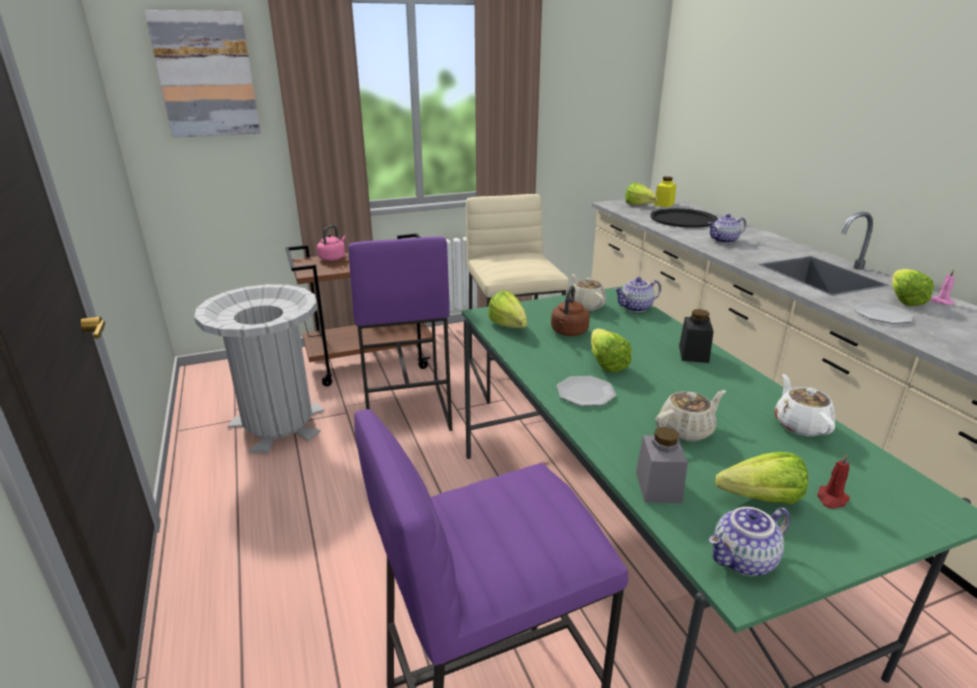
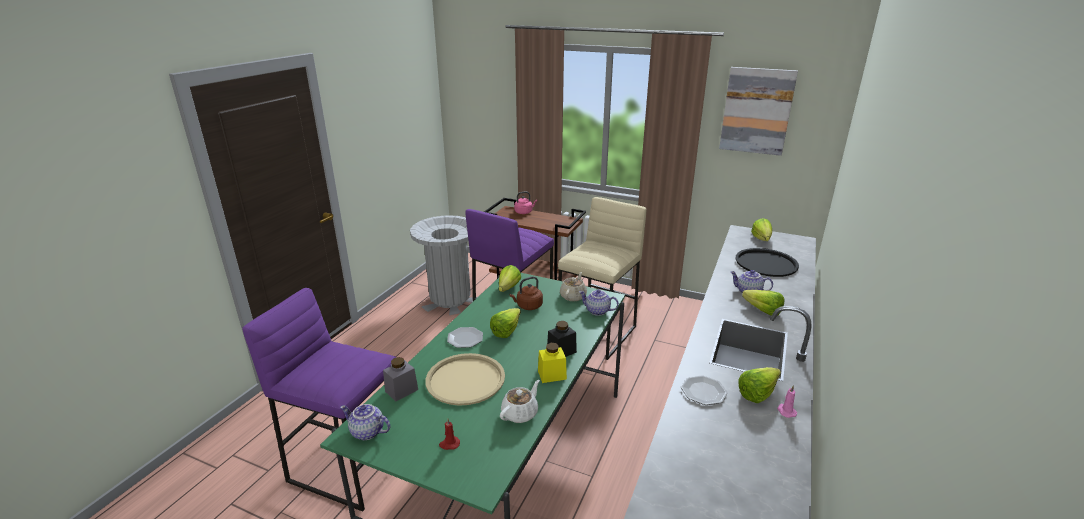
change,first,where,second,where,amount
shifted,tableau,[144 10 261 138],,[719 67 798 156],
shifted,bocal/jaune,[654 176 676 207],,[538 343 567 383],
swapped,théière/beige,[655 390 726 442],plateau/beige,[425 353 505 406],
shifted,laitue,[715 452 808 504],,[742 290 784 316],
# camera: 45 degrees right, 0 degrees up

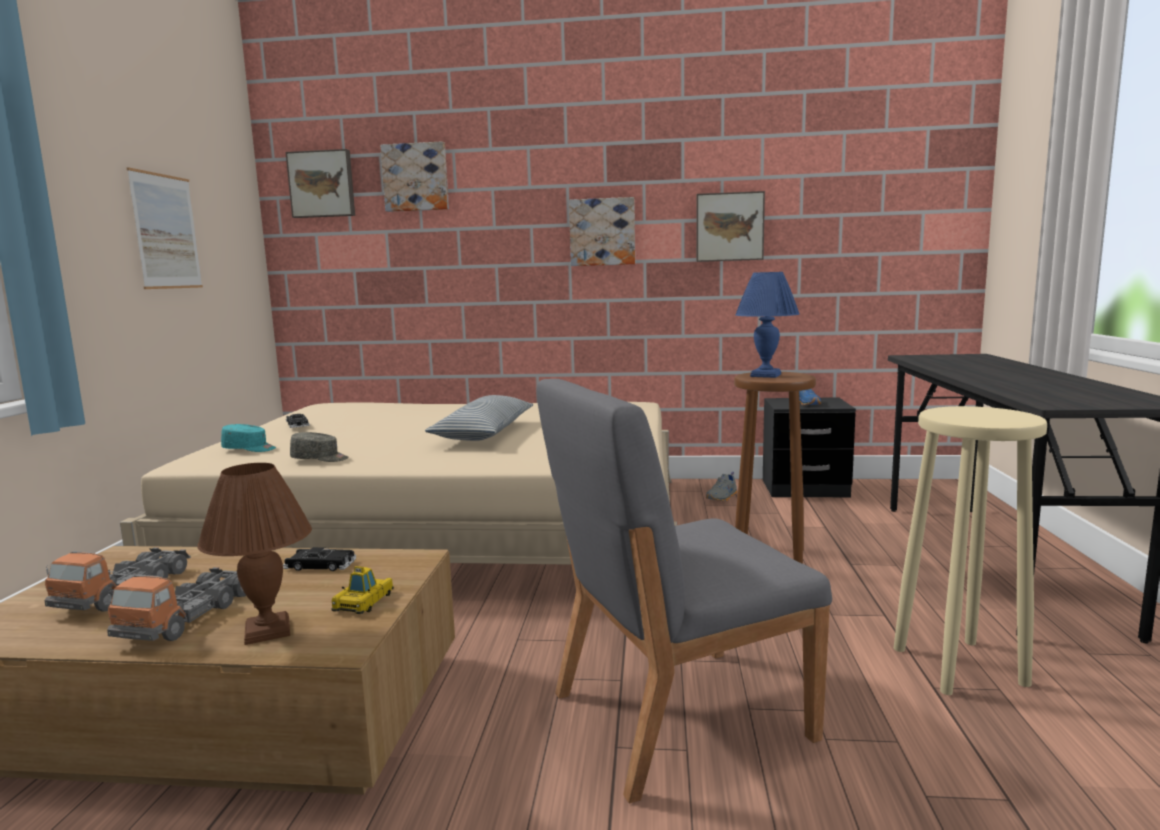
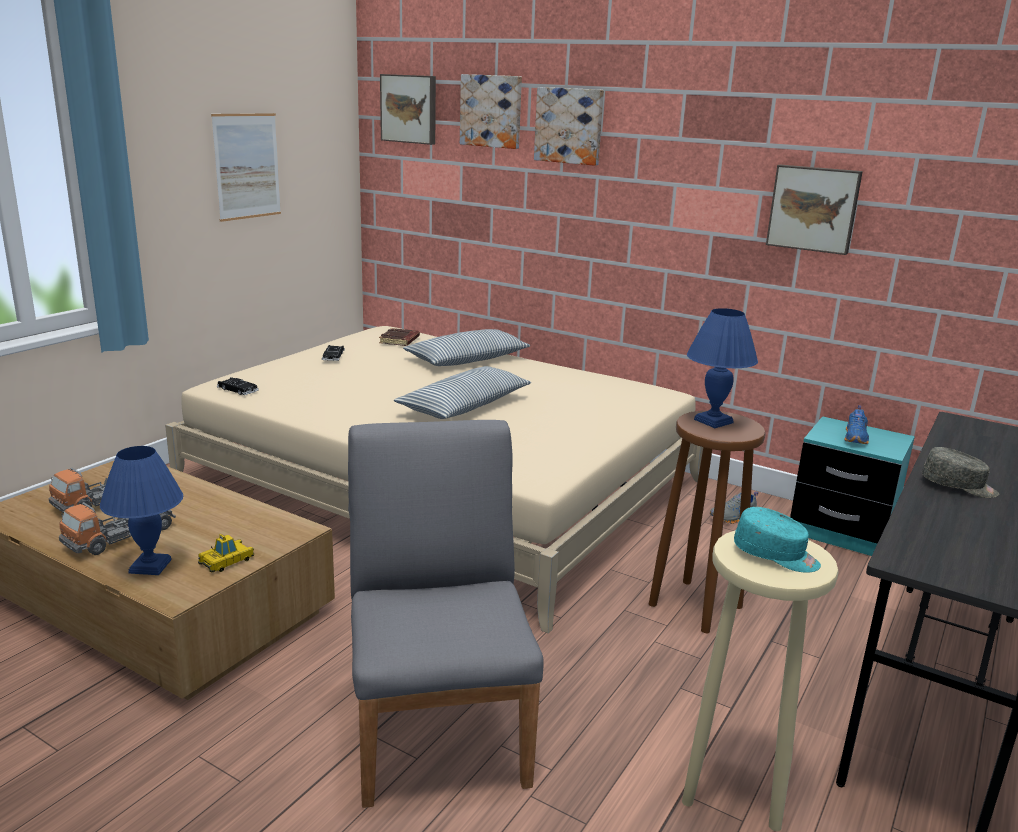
change,first,where,second,where,amount
repainted,lampe de table/marron,[197 463 312 645],lampe de table/bleu,[100 446 183 575],
shifted,casquette/turquoise,[221 424 276 452],,[734 507 821 573],
shifted,petite voiture/noir,[283 547 357 571],,[217 377 259 395],
shifted,casquette/gris,[290 432 348 462],,[922 447 999 498],
rotated,chaise/gris,[536 379 832 803],,[348 420 544 808],75 degrees clockwise
shifted,tableau,[569 197 635 266],,[534 87 604 166],
repainted,table de chevet/noir,[763 397 856 497],table de chevet/turquoise,[790 416 915 556],
new,,,livre/marron,[379 328 420 346],
new,,,coussin,[403 329 530 366],
# camera: 25 degrees right, 10 degrees up

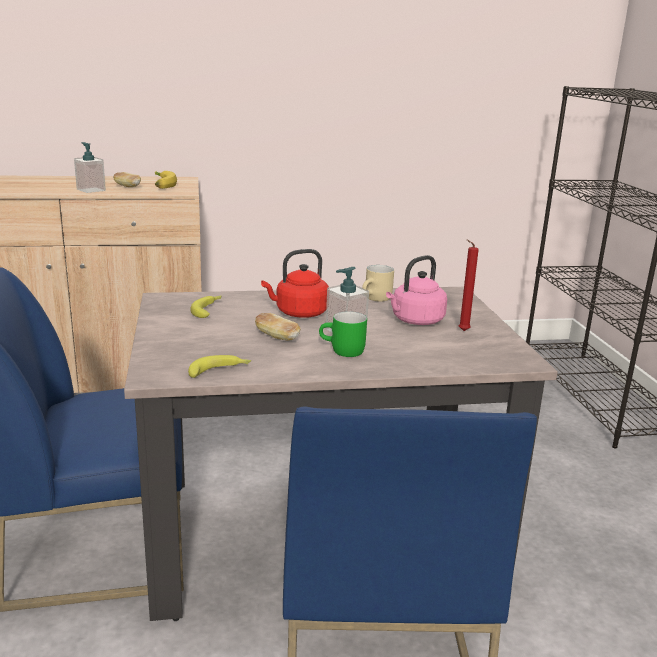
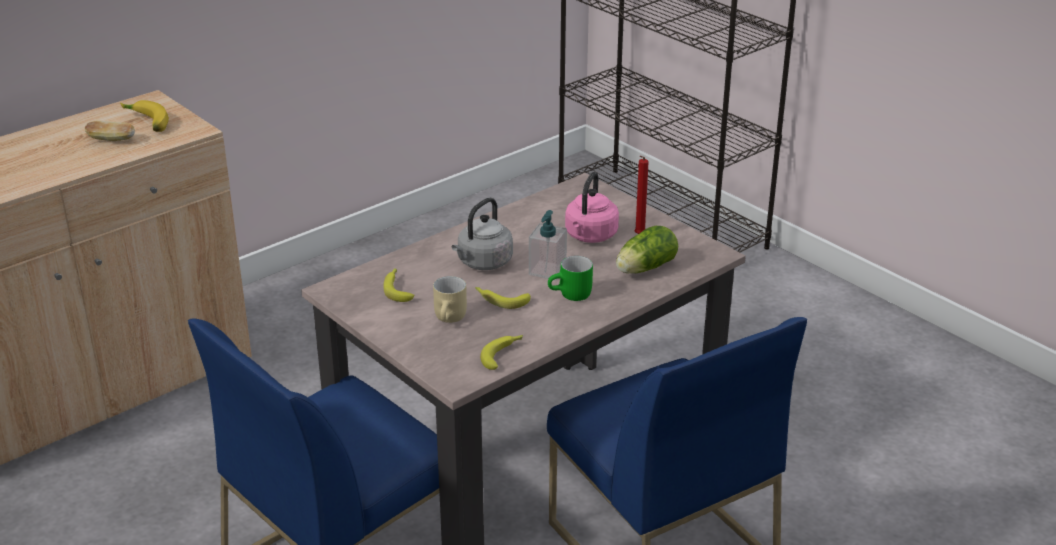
change,first,where,second,where,amount
gone,distributeur de savon,[74 142 106 193],,,
swapped,pain,[255 313 300 341],banane,[475 287 531 309],
repainted,bouilloire/rouge,[261 249 329 318],bouilloire/gris,[452 198 513 270],
shifted,mug/beige,[362 265 394 302],,[433 276 467 323],
new,,,laitue,[616 226 678 274],
# camera: 30 degrees left, 10 degrees up

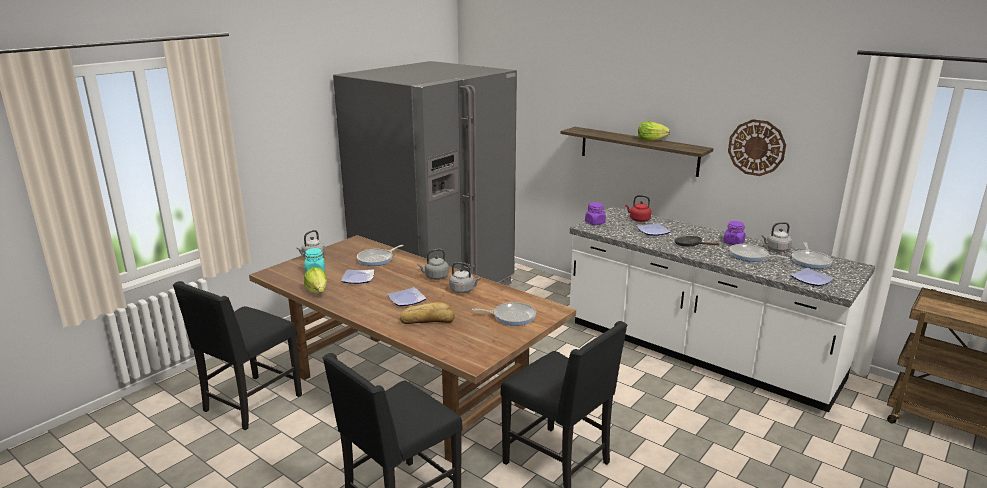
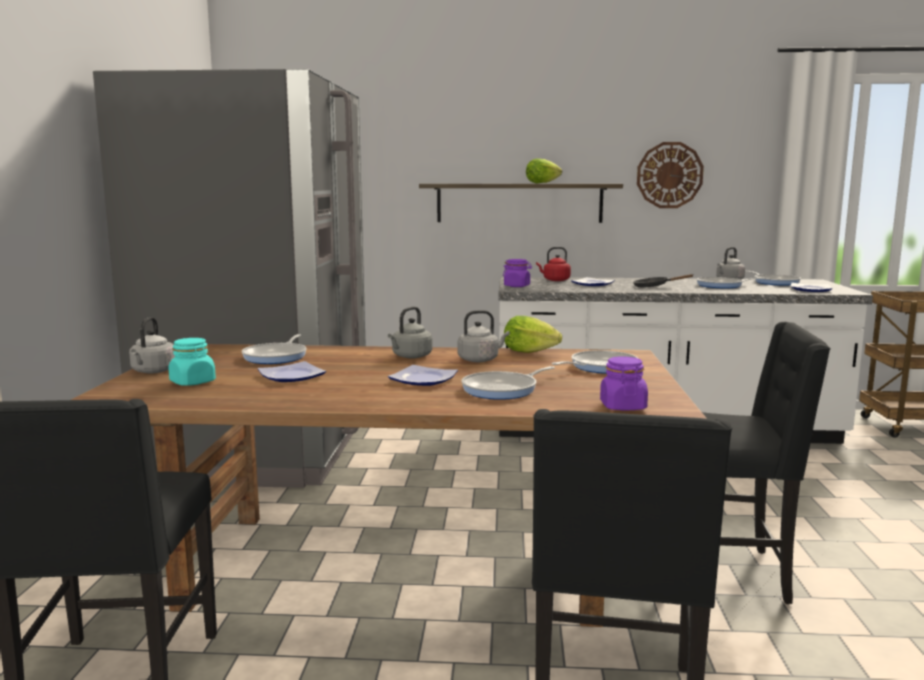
change,first,where,second,where,amount
shifted,laitue,[304 267 327 294],,[504 316 562 353],
swapped,pain,[400 302 455 324],poêle,[462 366 555 400],
shifted,bocal/violet,[723 221 746 245],,[600 356 648 411],
# camera: 35 degrees left, 10 degrees down

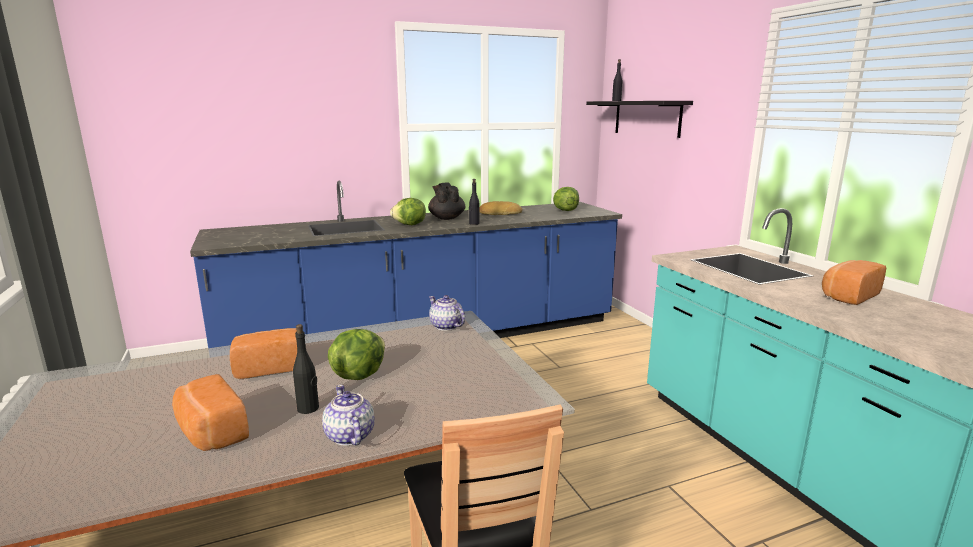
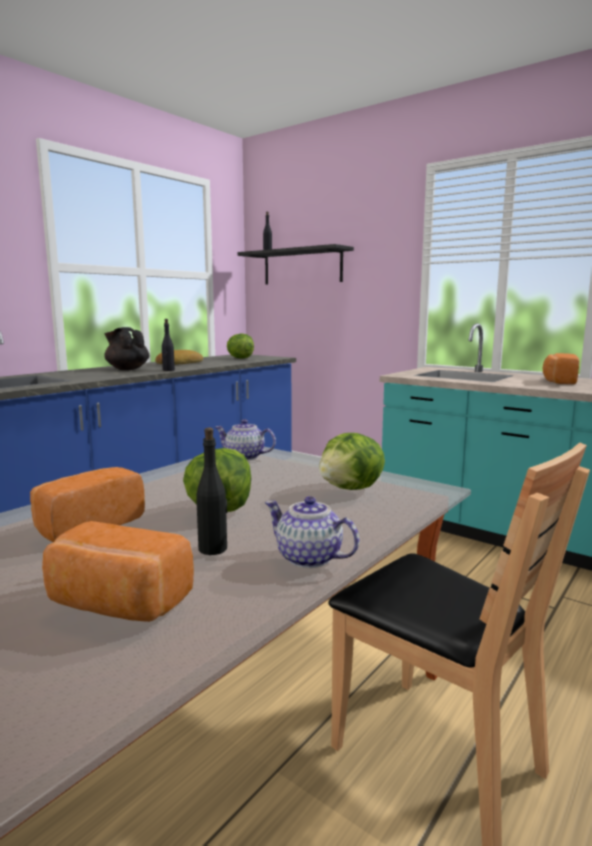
change,first,where,second,where,amount
shifted,laitue,[390 198 426 225],,[319 433 385 490],
# camera: 30 degrees left, 5 degrees down

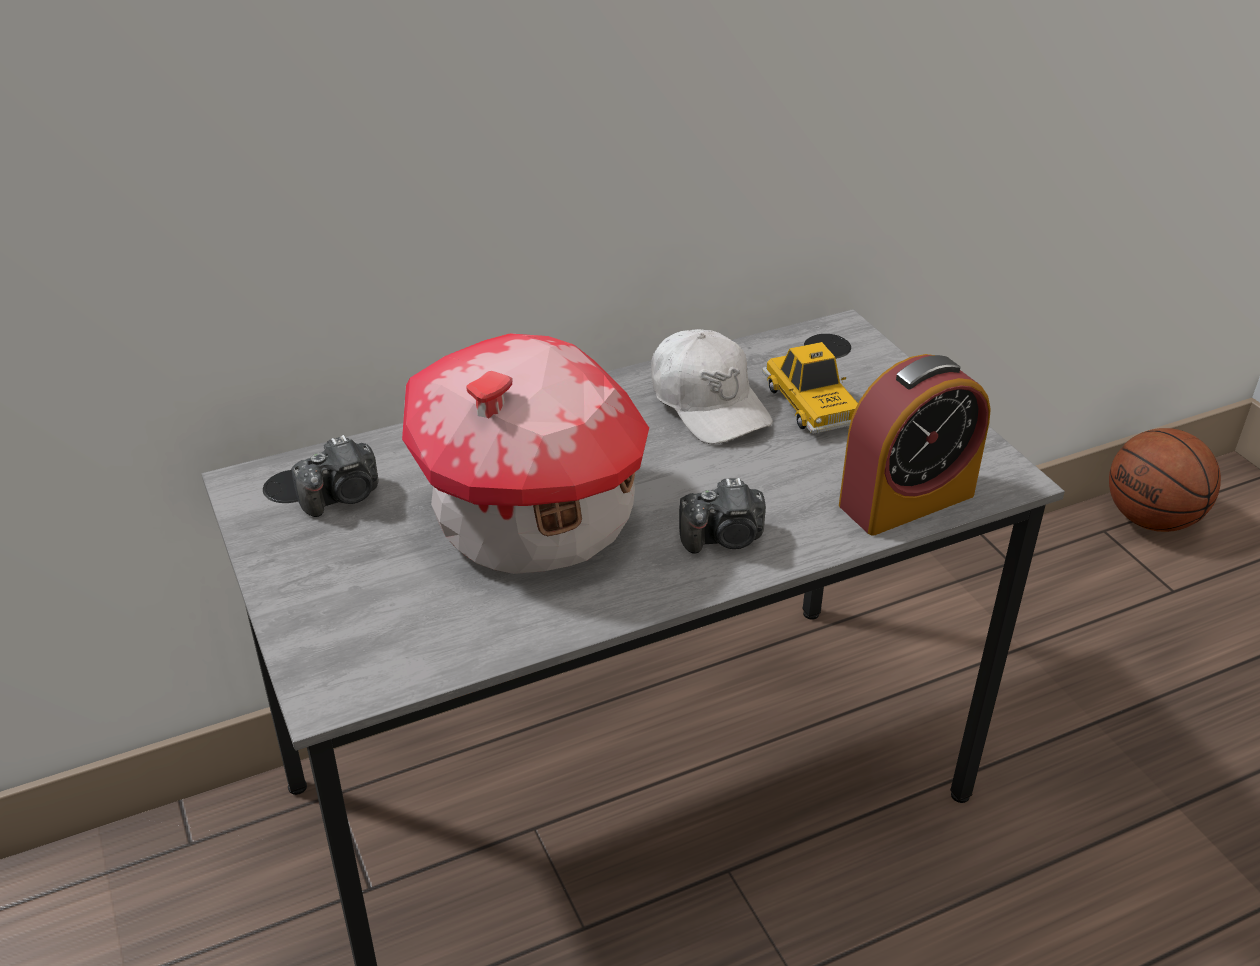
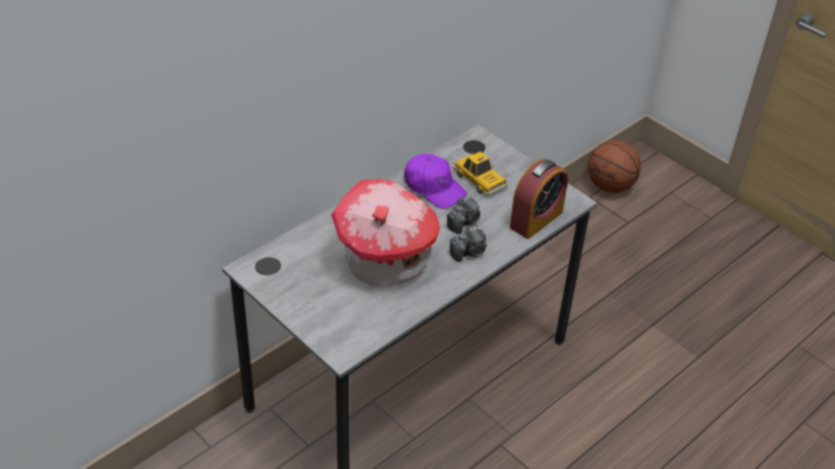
change,first,where,second,where,amount
shifted,appareil photo,[291 435 378 517],,[447 196 480 234],
repainted,casquette/blanc,[651 329 773 444],casquette/violet,[404 154 467 209],
# camera: 20 degrees left, 5 degrees up

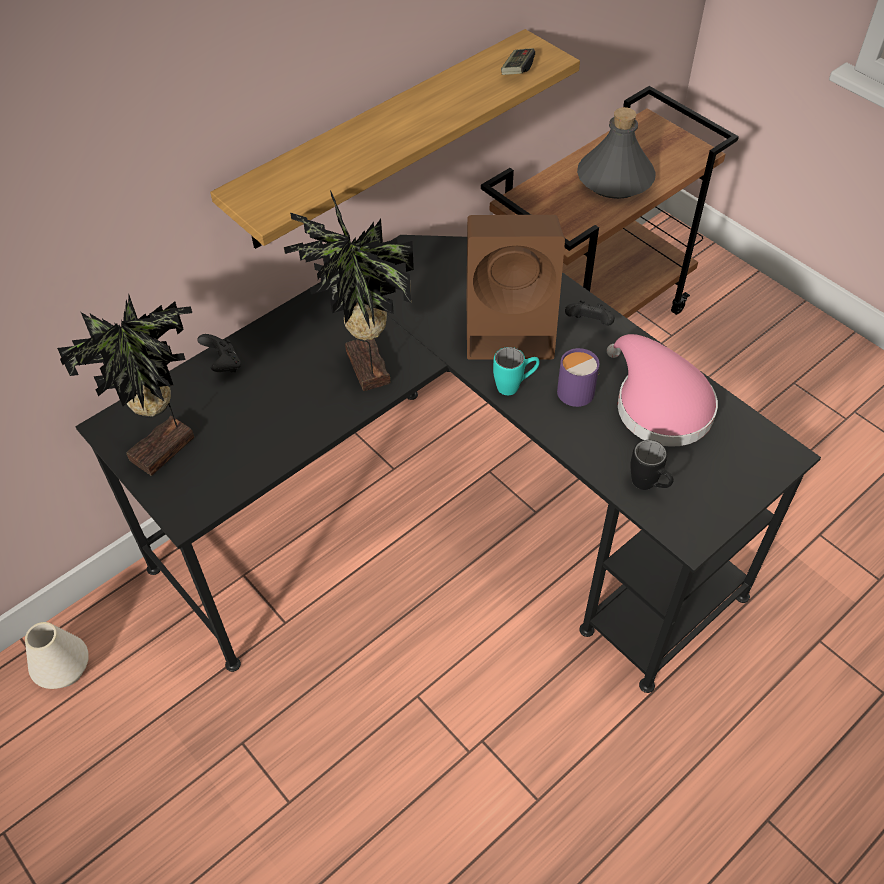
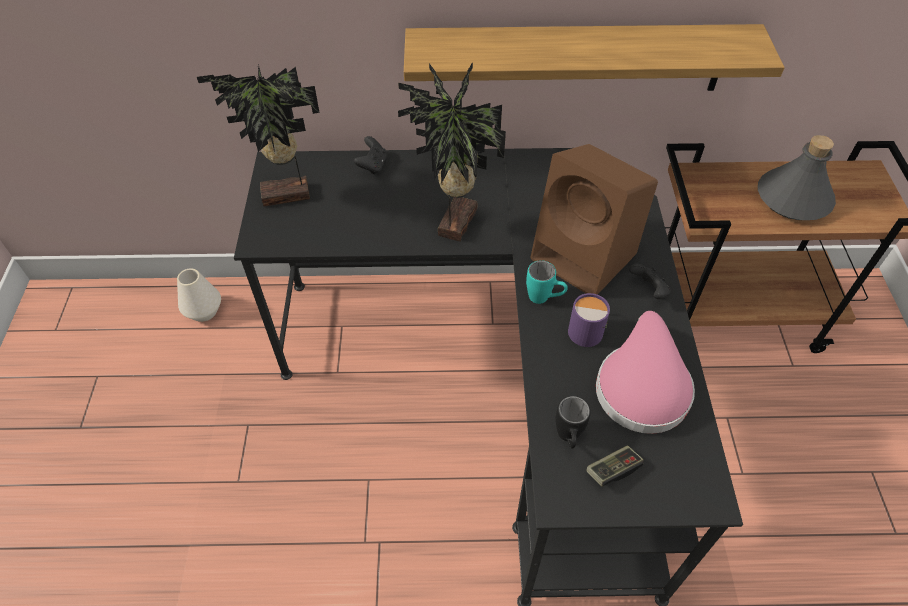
change,first,where,second,where,amount
shifted,manette,[501 48 535 75],,[586 446 644 487],
# camera: 40 degrees right, 0 degrees up

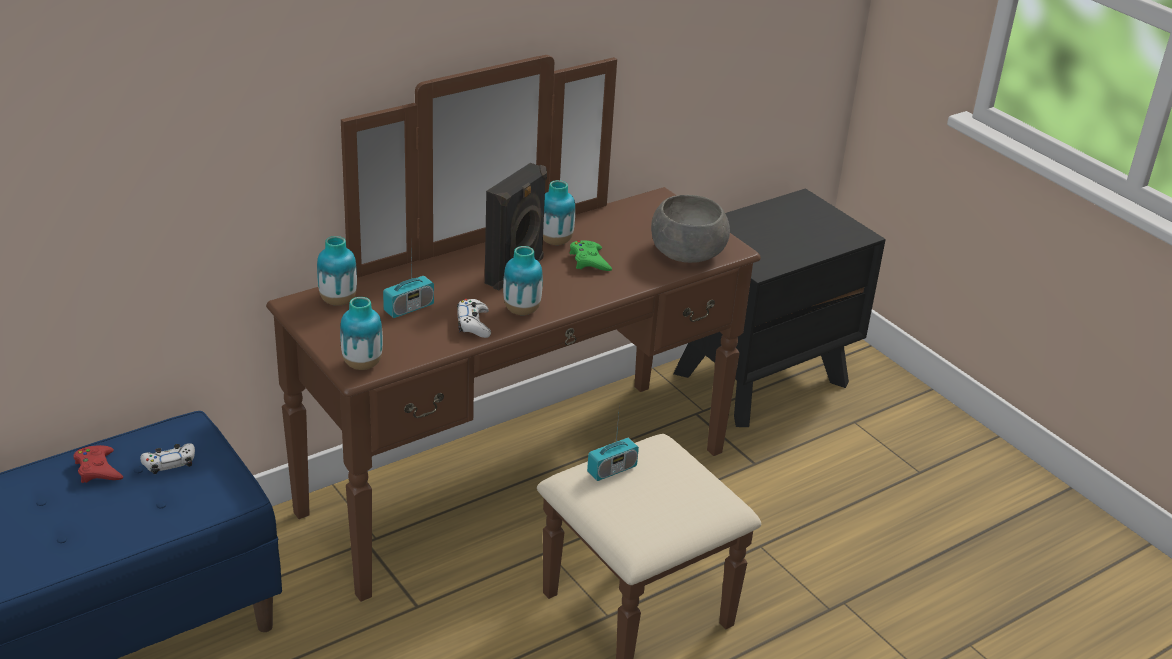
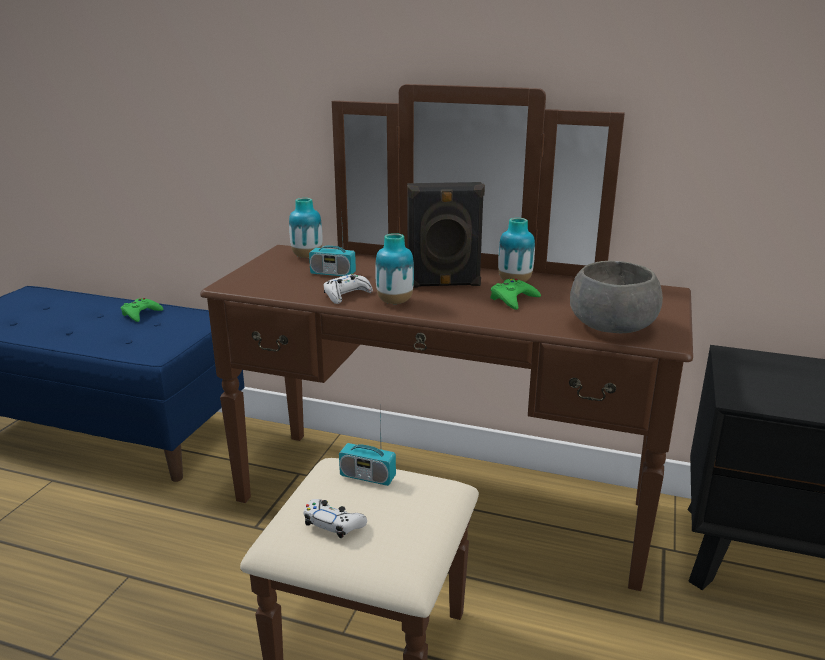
change,first,where,second,where,amount
repainted,manette/rouge,[74 445 123 483],manette/vert,[121 298 164 322],
shifted,manette/blanc,[140 443 195 474],,[303 499 367 538],
gone,vase,[340 297 383 370],,,
# camera: 55 degrees right, 10 degrees down

